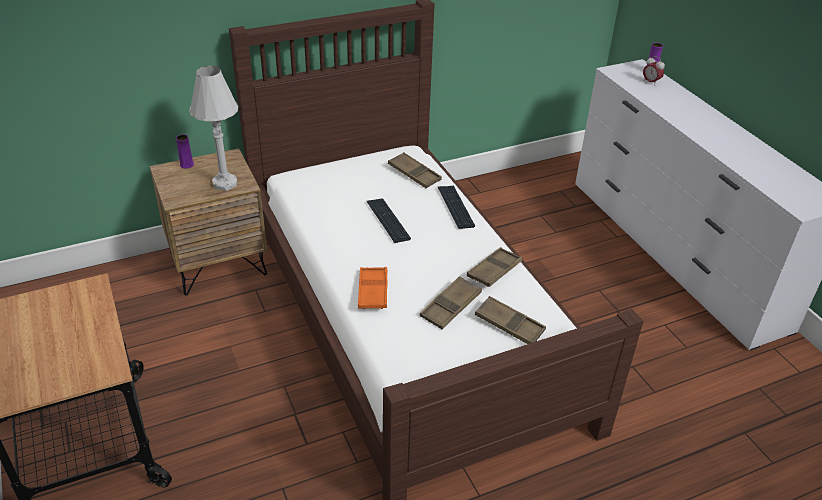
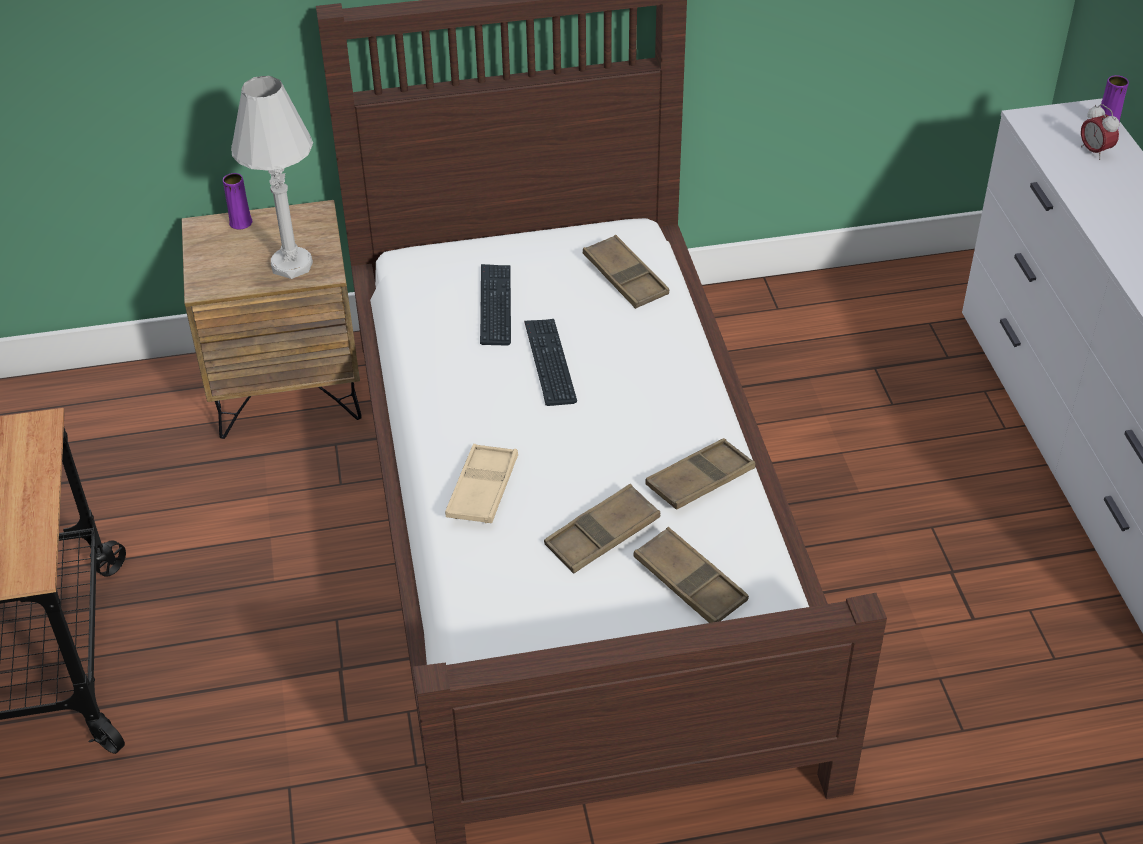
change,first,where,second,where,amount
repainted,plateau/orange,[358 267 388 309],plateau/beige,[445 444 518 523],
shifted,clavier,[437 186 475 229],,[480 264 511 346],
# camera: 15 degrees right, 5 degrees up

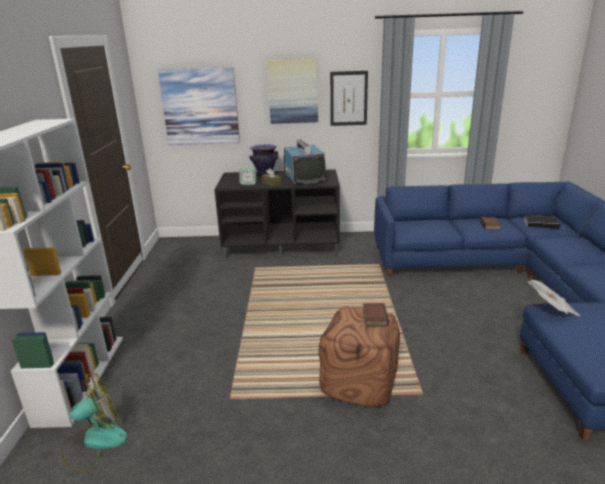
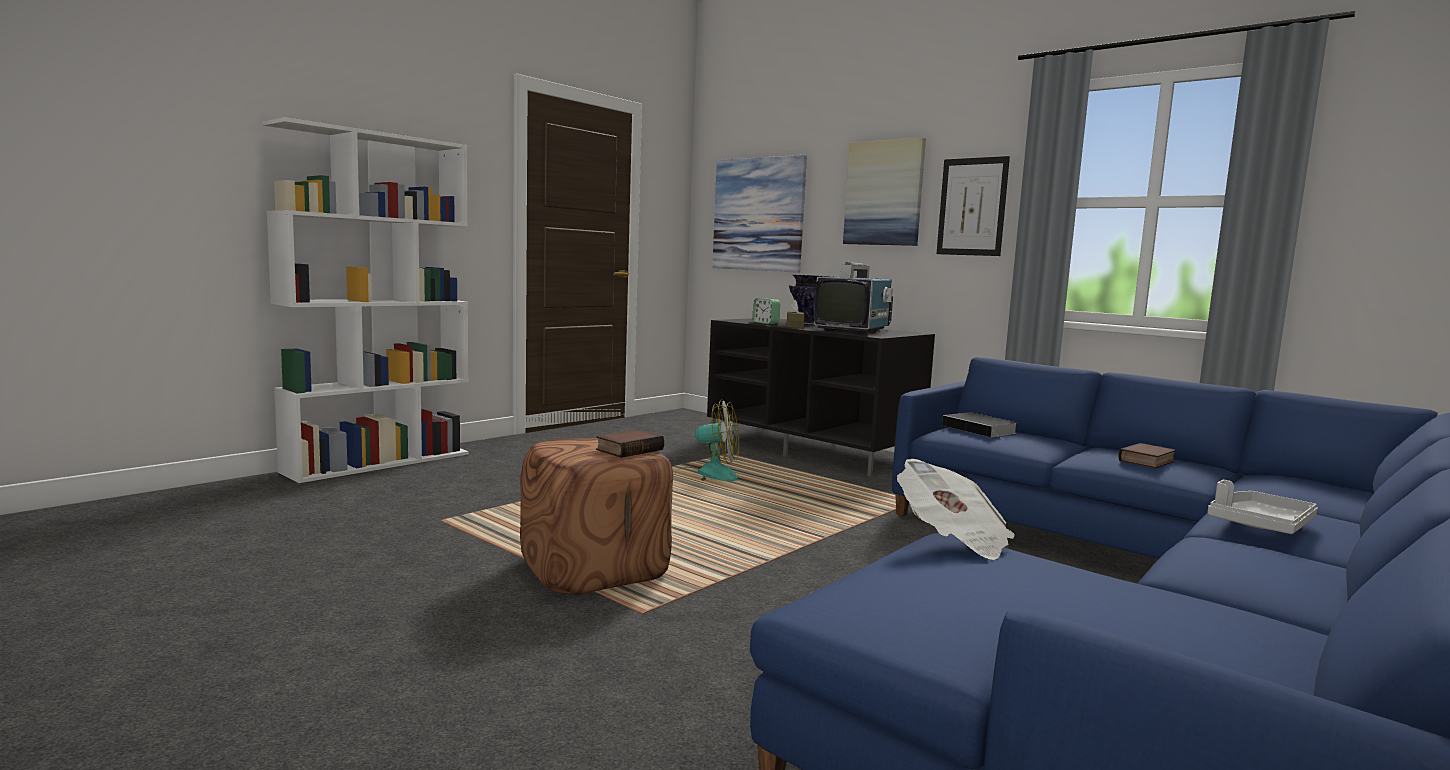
change,first,where,second,where,amount
shifted,ventilateur,[61 373 128 472],,[676 399 739 481],
shifted,livre,[524 215 565 229],,[942 412 1018 439],
new,,,plateau/gris,[1208 480 1318 534],
# camera: 40 degrees right, 15 degrees down

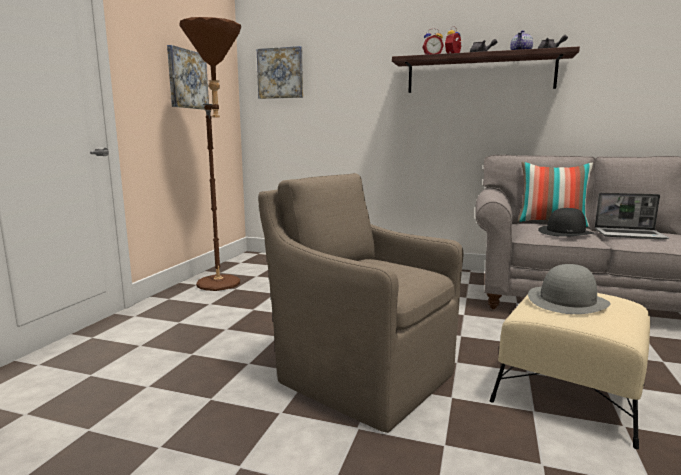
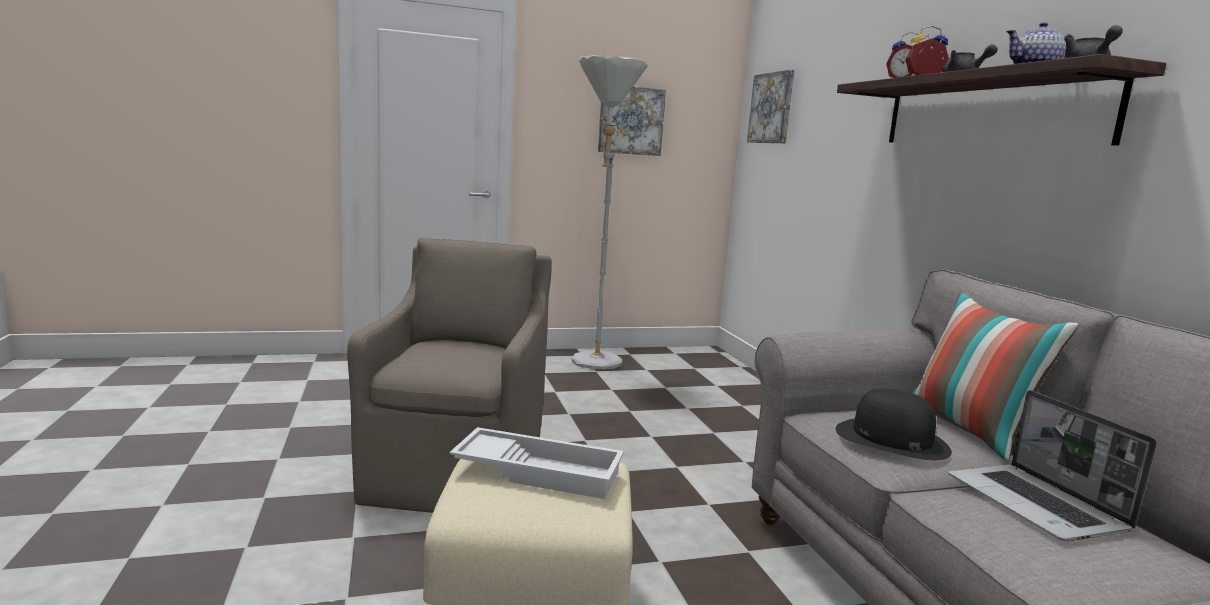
change,first,where,second,where,amount
repainted,lampadaire/marron,[179 17 241 291],lampadaire/gris,[572 55 648 370],
swapped,chapeau/gris,[528 264 611 314],plateau/blanc,[450 427 624 499],
# camera: 55 degrees right, 0 degrees up

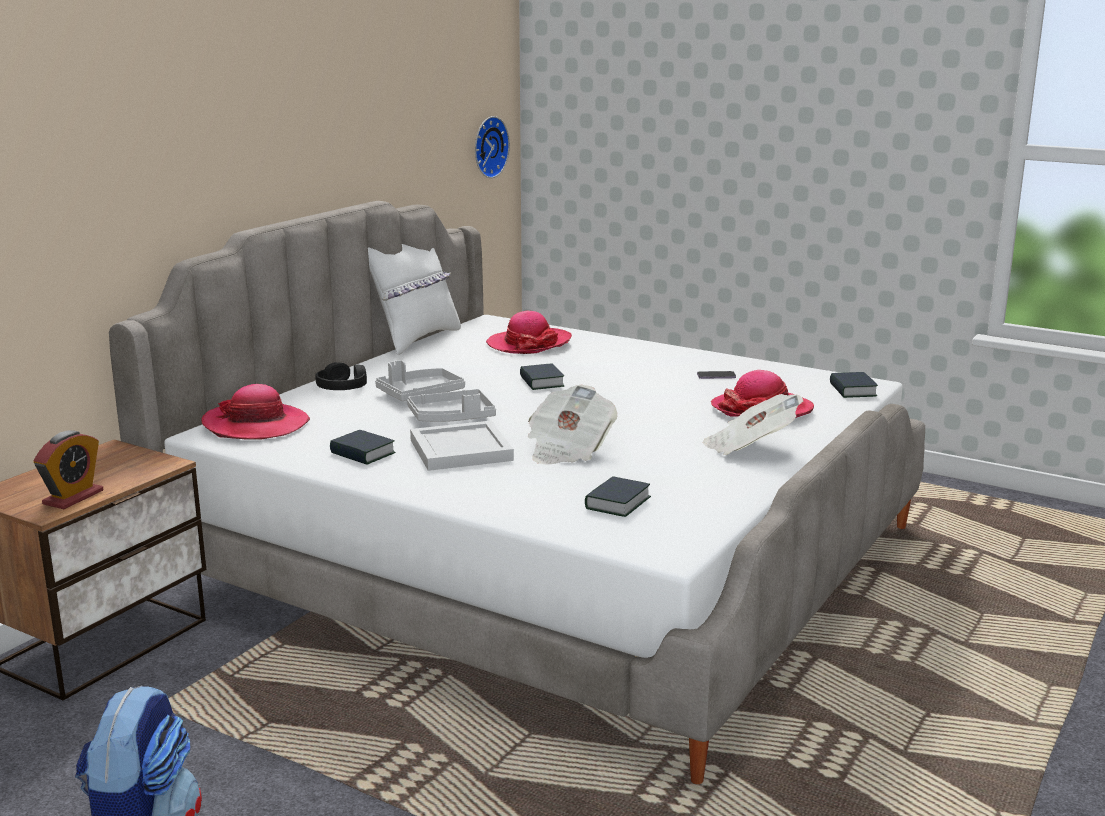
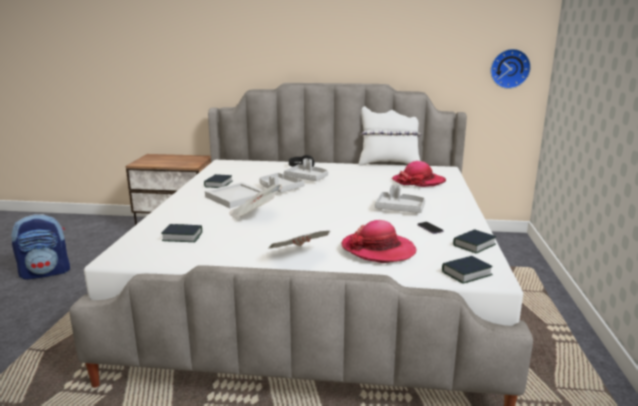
change,first,where,second,where,amount
gone,réveil,[33 430 103 509],,,
gone,chapeau,[202 384 310 440],,,
shifted,livre,[520 364 564 390],,[453 229 496 253],
new,,,plateau/gris,[375 185 425 213],
# camera: 65 degrees right, 0 degrees up

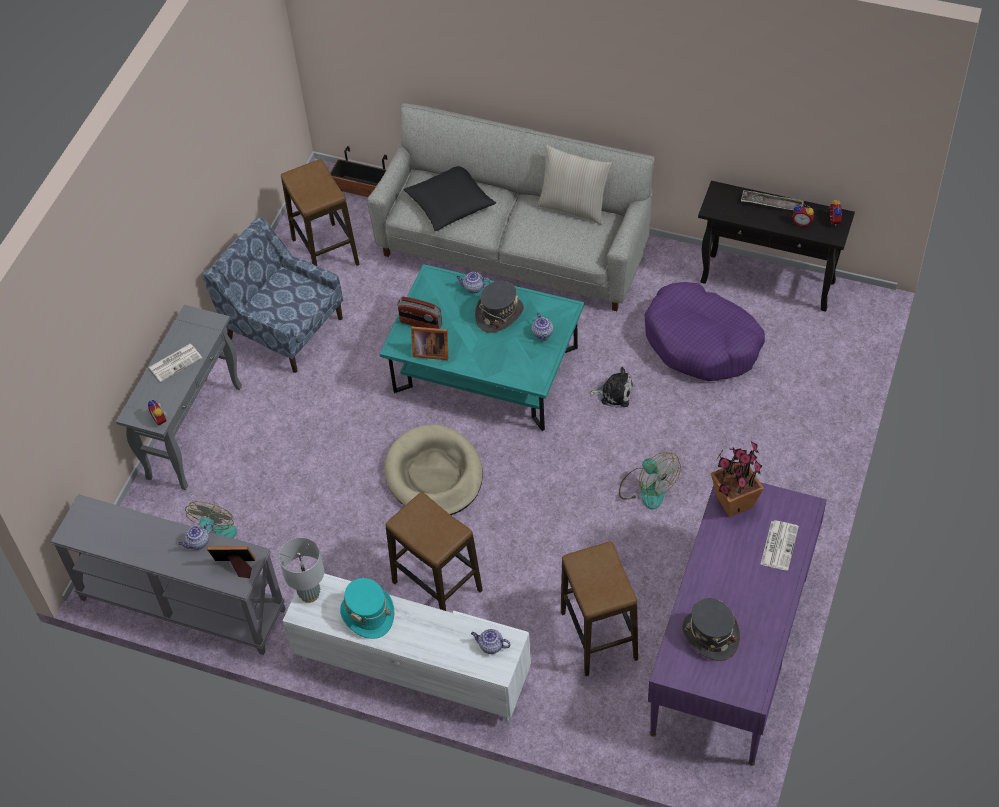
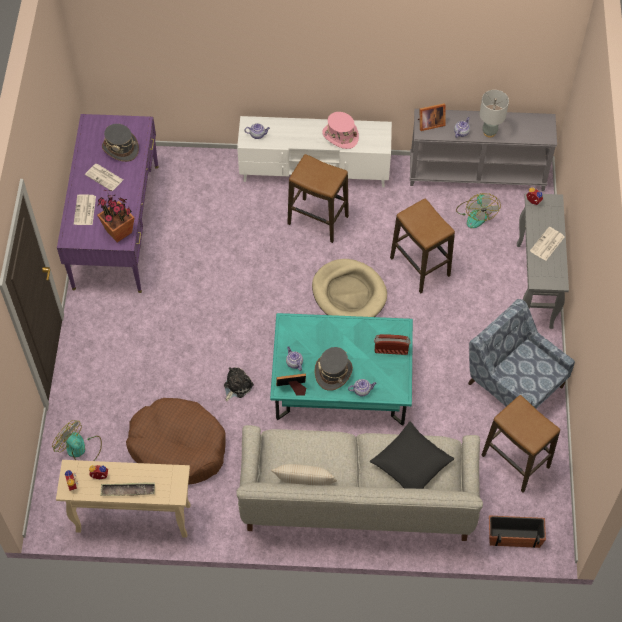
change,first,where,second,where,amount
rotated,fauteuil/bleu,[202 217 343 373],,[468 299 575 409],150 degrees counterclockwise
shifted,lampe de table/gris,[279 538 324 603],,[480 90 509 138],
repainted,chapeau/turquoise,[340 578 394 639],chapeau/rose,[322 112 359 149],
shifted,cadre photo,[411 327 448 360],,[276 373 306 396],
shifted,tabouret,[561 541 638 676],,[390 198 455 293],
rotated,peluche,[589 367 633 408],,[224 367 254 401],135 degrees clockwise
shifted,ventilateur,[619 452 681 509],,[52 420 102 461],
repainted,panier pour chien/violet,[645 282 765 382],panier pour chien/marron,[126 398 226 485],
repainted,table console/noir,[698 181 855 311],table console/beige,[56 460 191 538],
new,,,journal,[85 164 123 191],
# camera: 160 degrees right, 5 degrees up

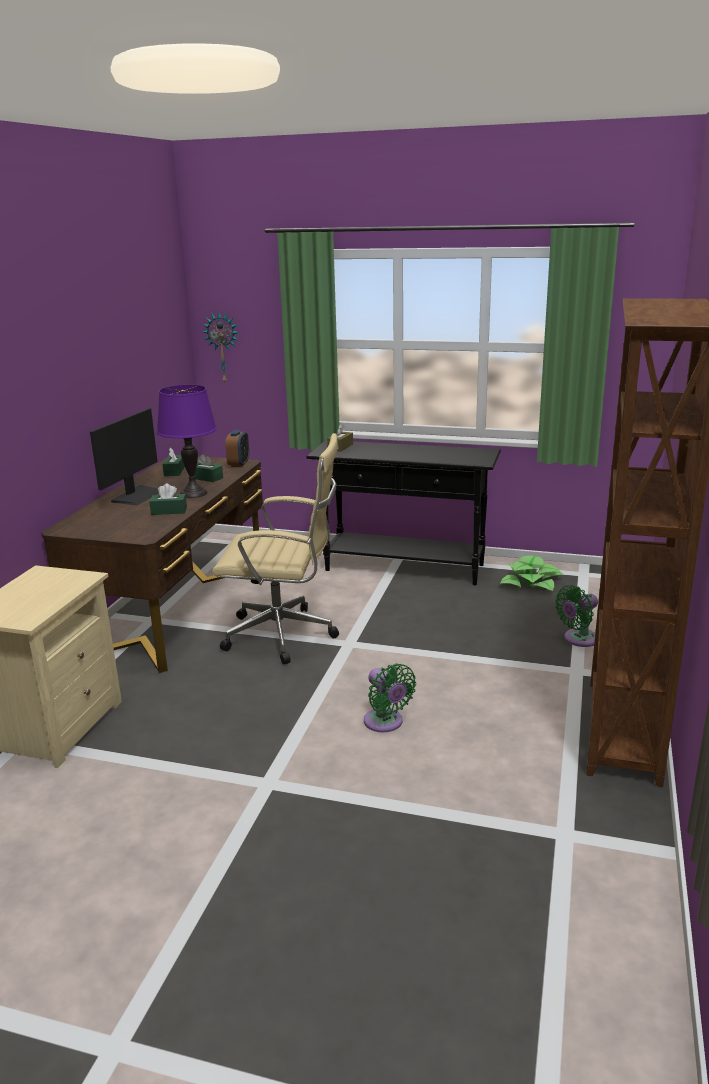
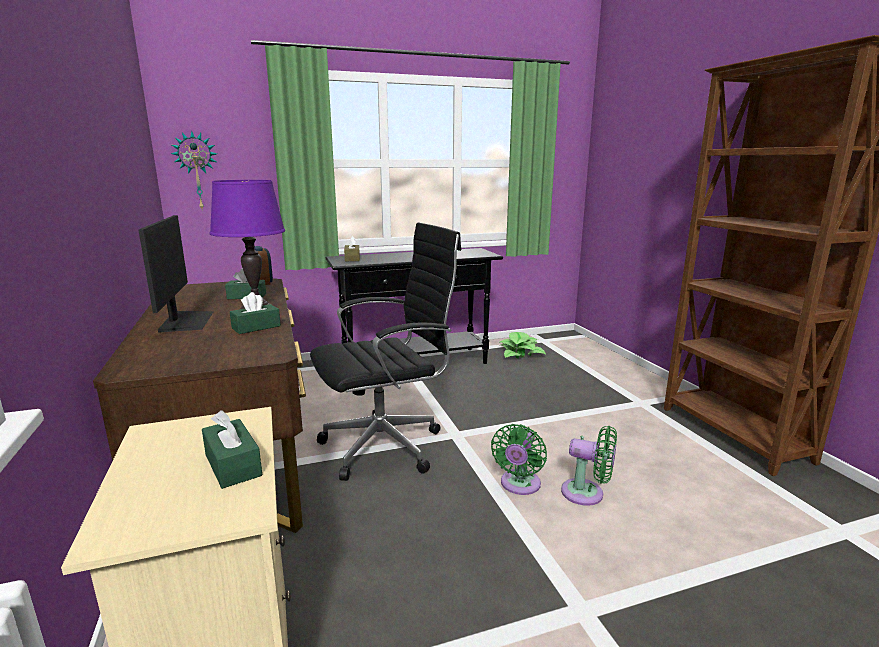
change,first,where,second,where,amount
shifted,boîte à mouchoirs/vert,[163 448 185 476],,[202 410 262 489],
repainted,chaise de bureau/beige,[212 433 339 665],chaise de bureau/noir,[310 222 461 481],
shifted,ventilateur/vert,[555 585 598 647],,[491 424 547 495],
# camera: 35 degrees left, 5 degrees down

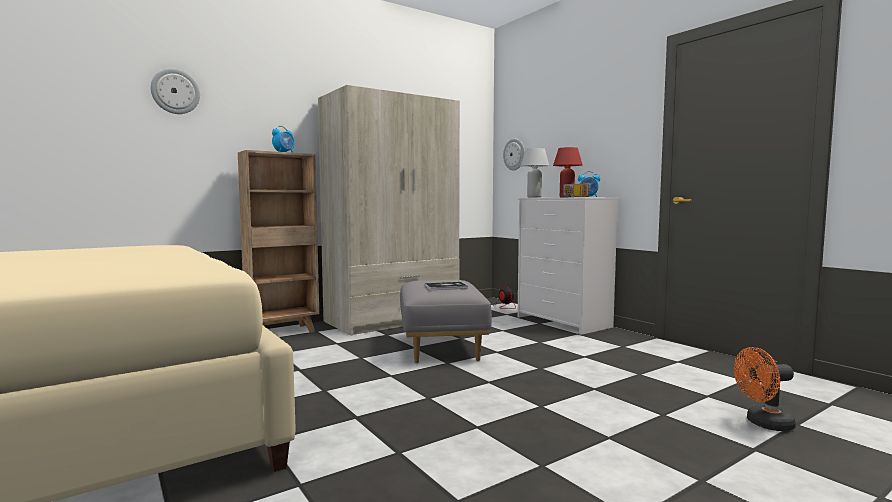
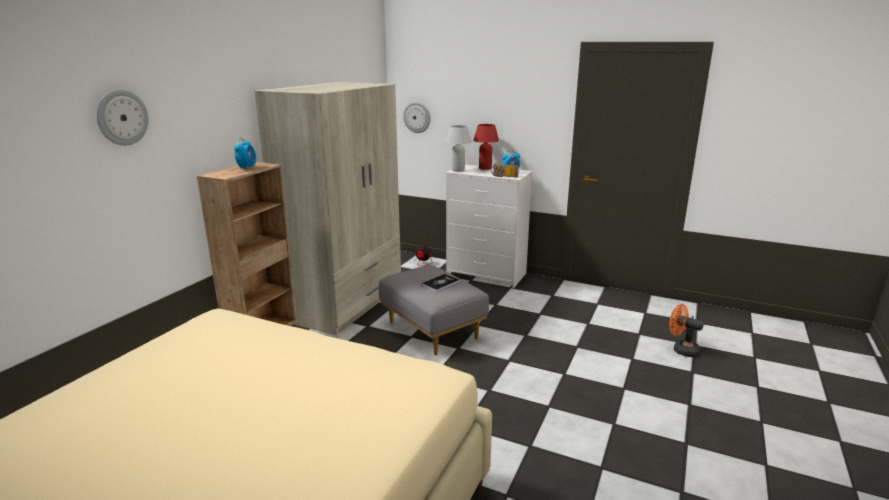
change,first,where,second,where,amount
rotated,ventilateur/orange,[734 347 796 431],,[669 304 704 357],75 degrees clockwise
# camera: 30 degrees left, 15 degrees up

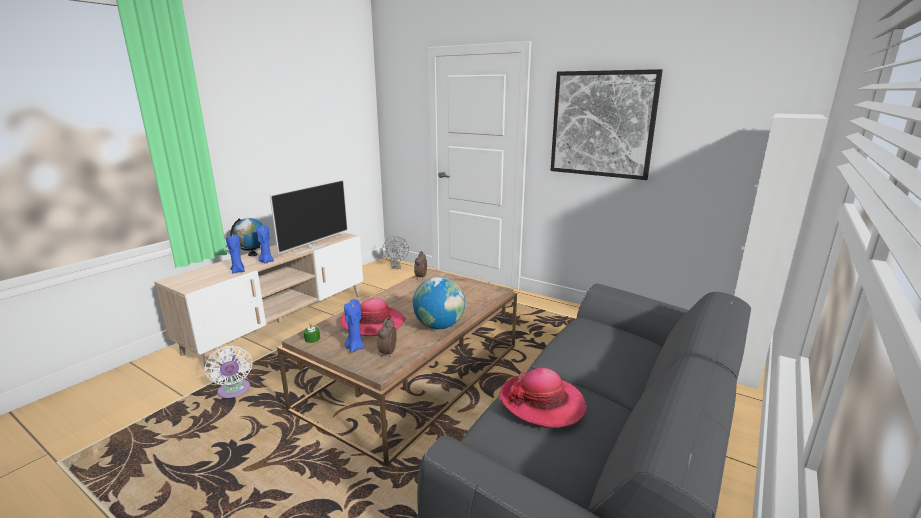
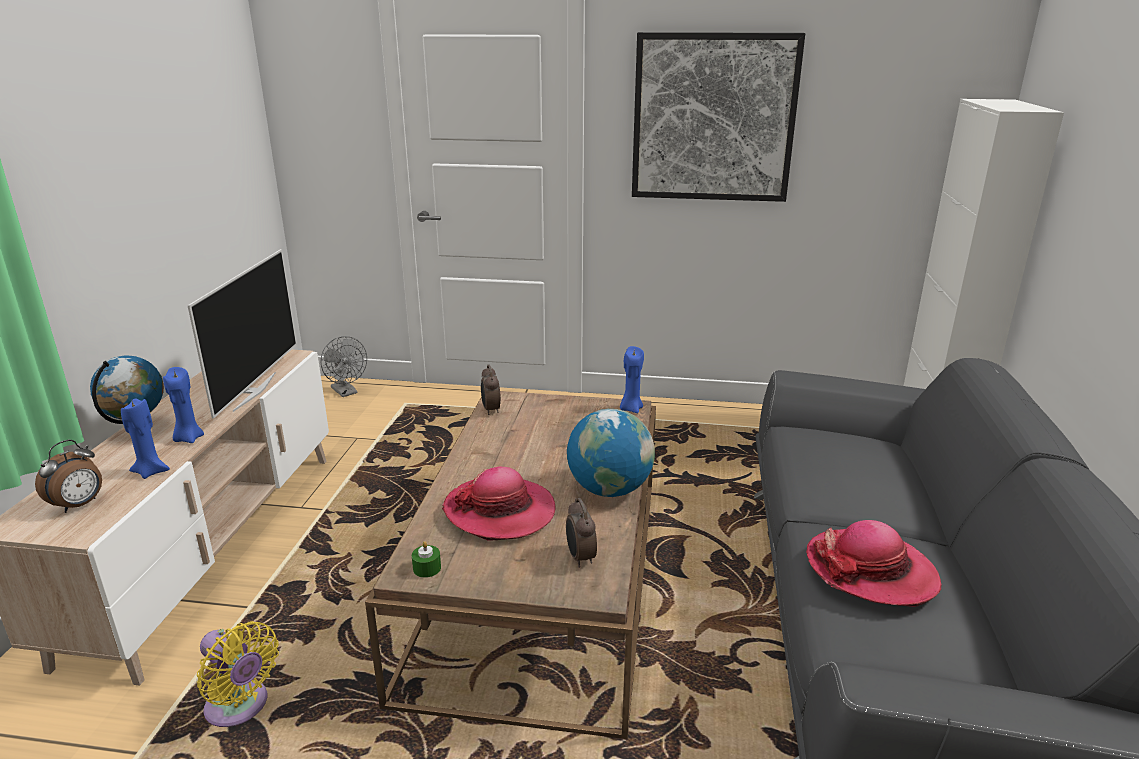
change,first,where,second,where,amount
repainted,ventilateur/blanc,[205 346 253 398],ventilateur/jaune,[197 621 279 727],
shifted,bougie/bleu,[344 299 364 353],,[620 346 644 413],
new,,,réveil,[35 440 102 513],
# camera: 25 degrees left, 5 degrees up

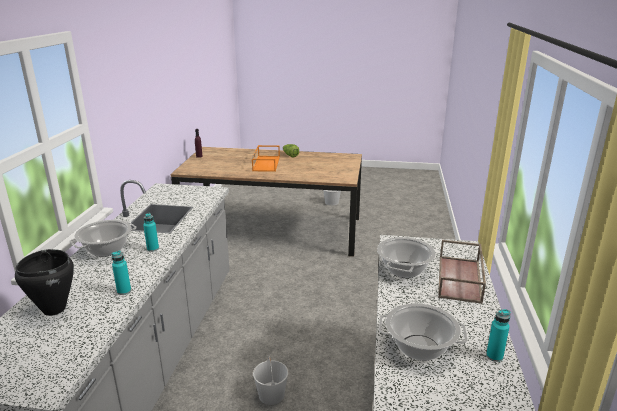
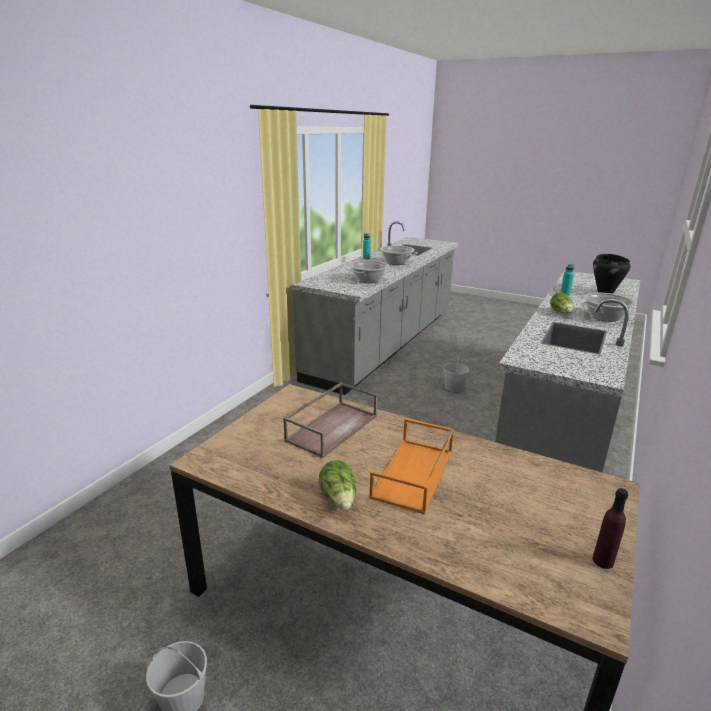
change,first,where,second,where,amount
swapped,bouteille/turquoise,[143 213 159 252],laitue,[550 292 574 313],
shifted,plateau/marron,[438 240 486 304],,[283 382 377 458],
# camera: 160 degrees left, 0 degrees up

